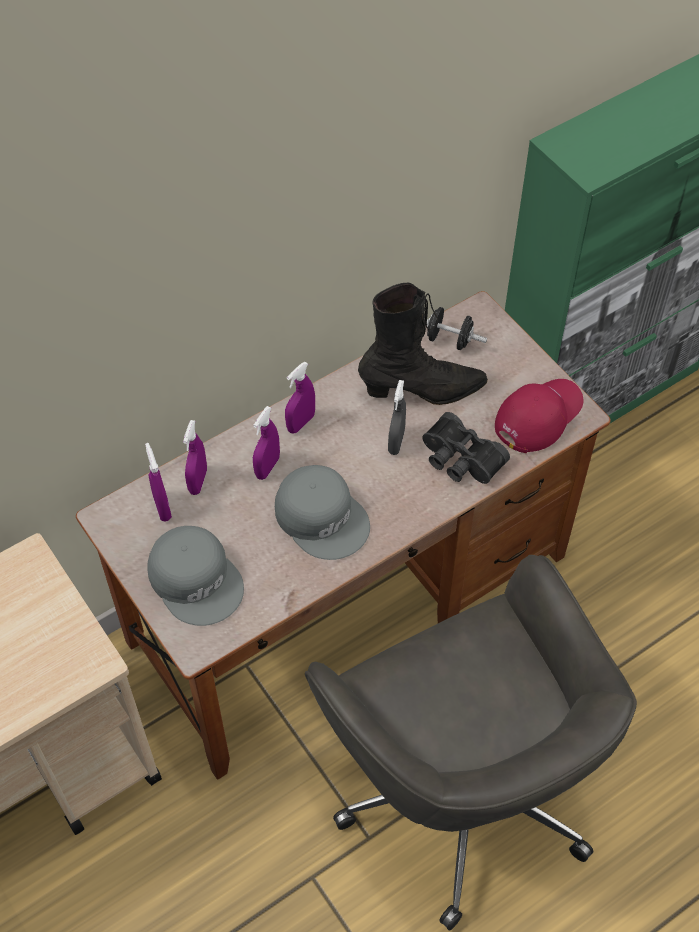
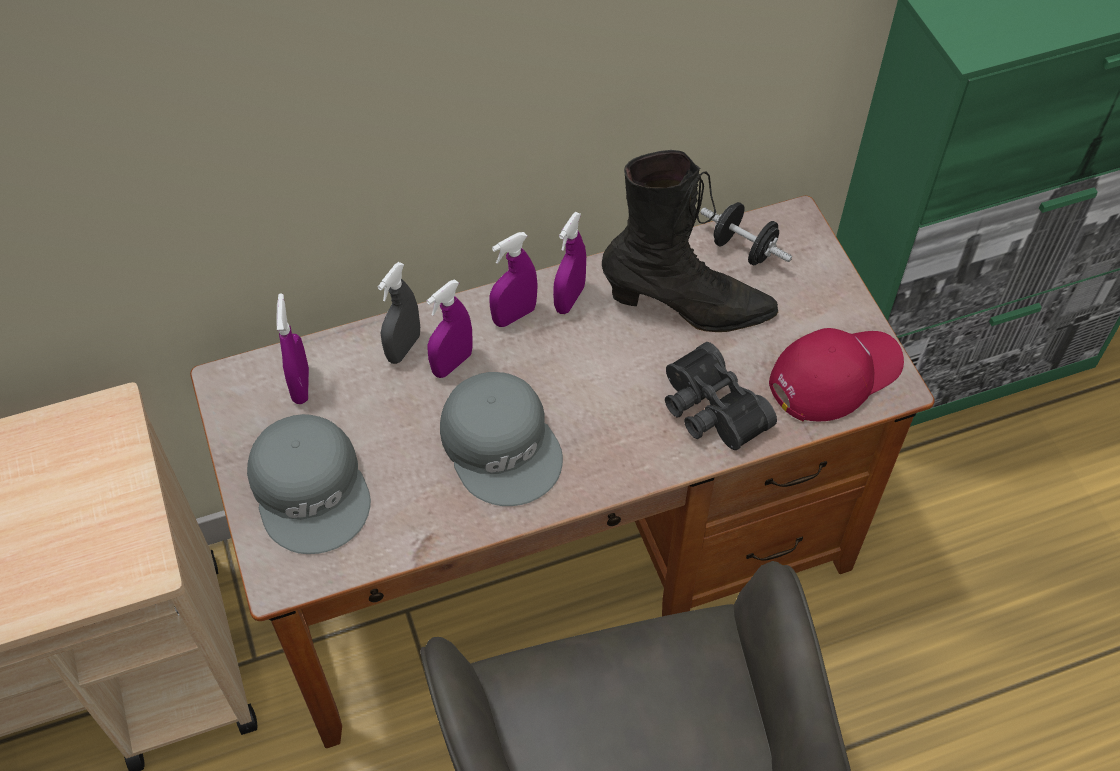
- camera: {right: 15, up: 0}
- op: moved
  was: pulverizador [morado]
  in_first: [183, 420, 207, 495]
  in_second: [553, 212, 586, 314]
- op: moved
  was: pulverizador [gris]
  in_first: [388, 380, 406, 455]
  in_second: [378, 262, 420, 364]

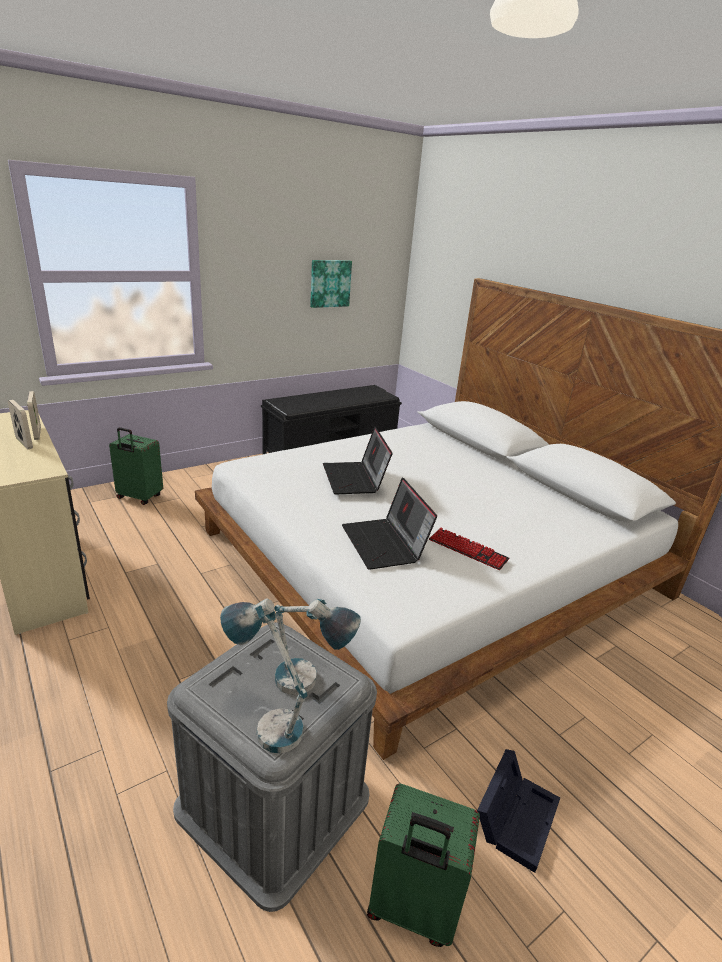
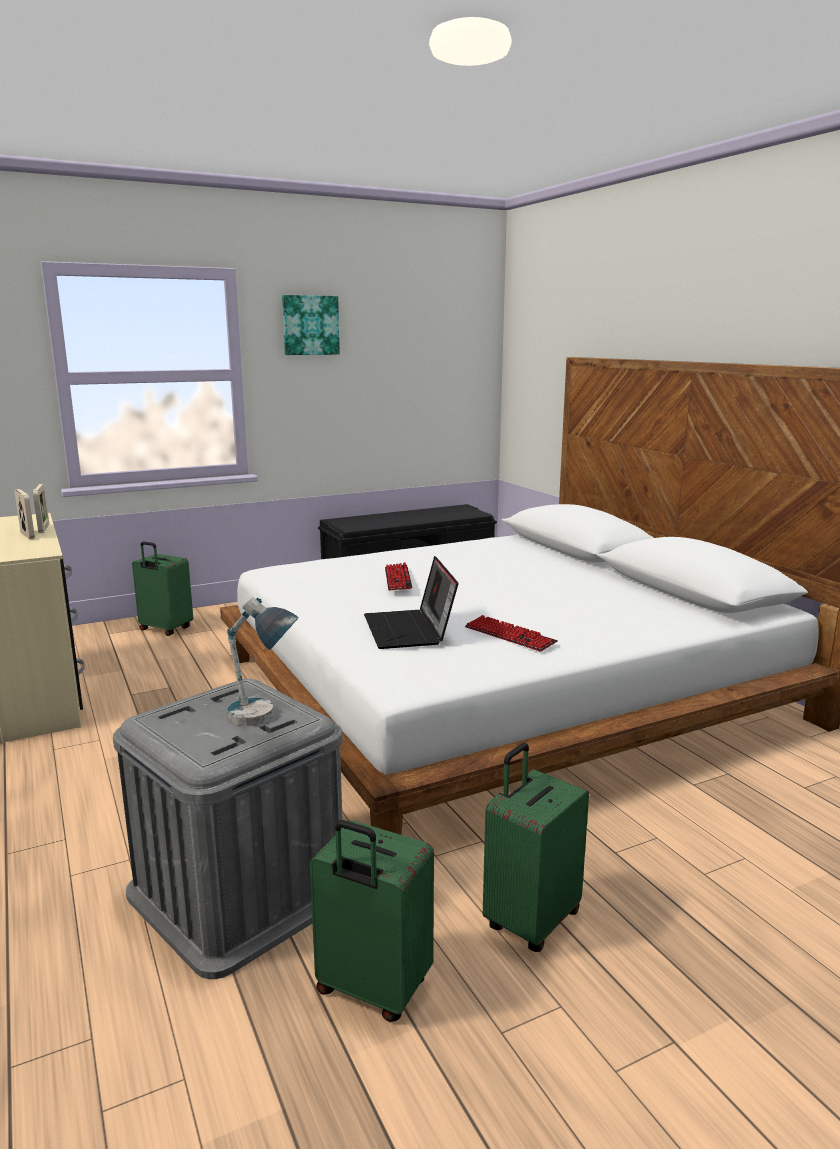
- camera: {right: 10, up: -10}
- op: removed
  was: lámpara de mesa
  in_first: [220, 598, 307, 753]
- op: moved
  was: cuadro
  in_first: [310, 260, 352, 308]
  in_second: [282, 295, 340, 355]
- op: replaced
  was: portátil
  now: teclado
  in_first: [323, 426, 393, 494]
  in_second: [385, 562, 412, 591]
- op: replaced
  was: caja de almacenaje [negro]
  now: maleta [verde]
  in_first: [477, 749, 560, 873]
  in_second: [483, 743, 589, 952]

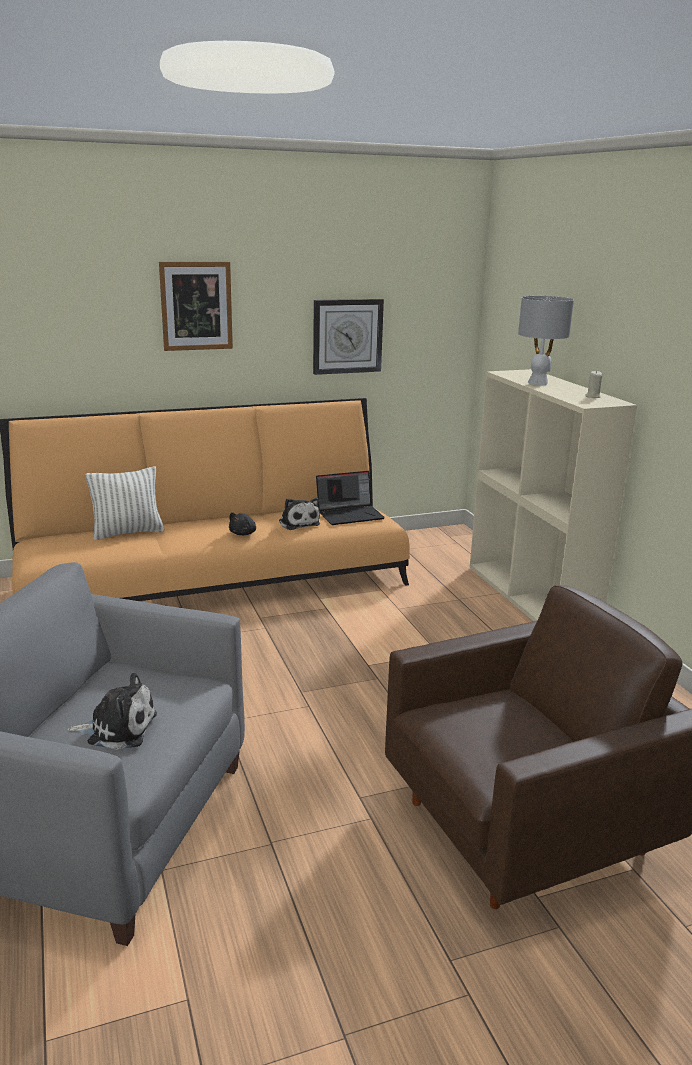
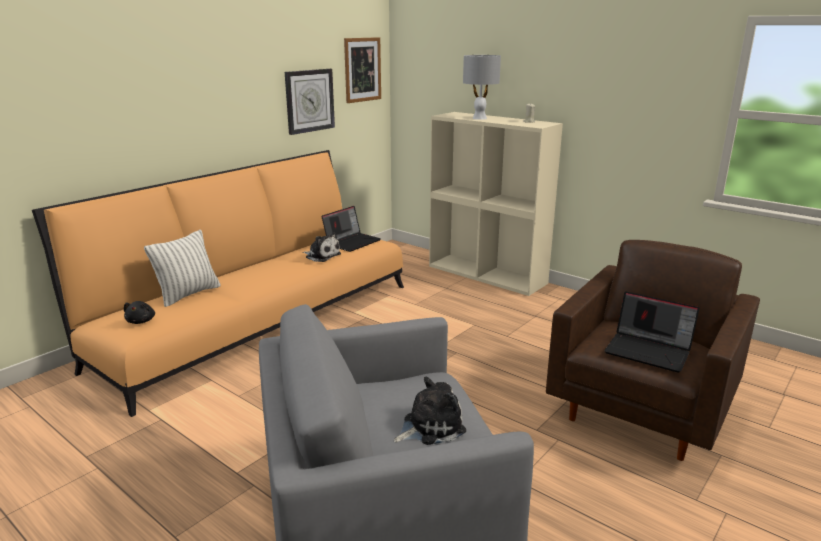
- camera: {right: -30, up: 0}
- op: added
  now: portátil
  in_second: [604, 291, 699, 373]
- op: moved
  was: cuadro
  in_first: [159, 262, 233, 351]
  in_second: [344, 37, 381, 103]
- op: moved
  was: peluche [negro]
  in_first: [229, 512, 256, 535]
  in_second: [124, 301, 155, 324]

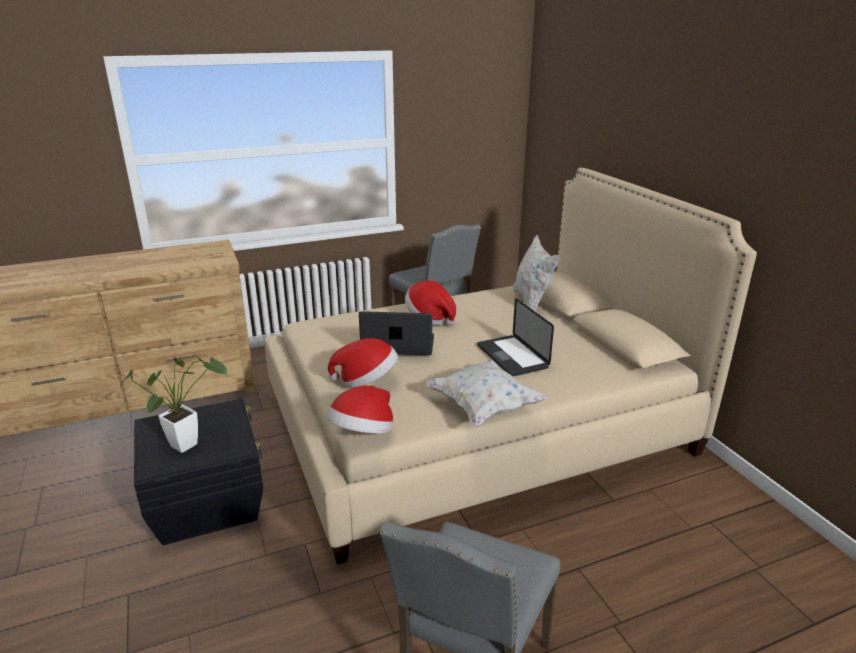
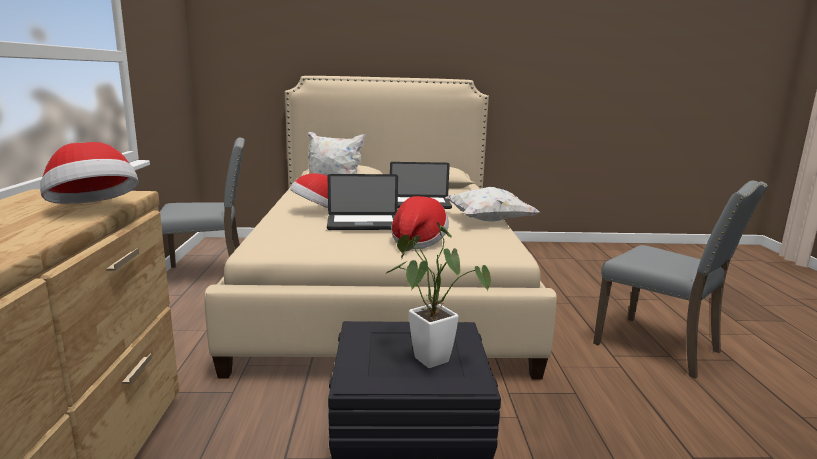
- camera: {right: -70, up: -10}
- op: moved
  was: sombrero
  in_first: [326, 385, 393, 434]
  in_second: [40, 142, 139, 204]
- op: turned
  was: portátil
  in_first: [359, 311, 434, 355]
  in_second: [327, 174, 398, 230]
  clockwise: -120

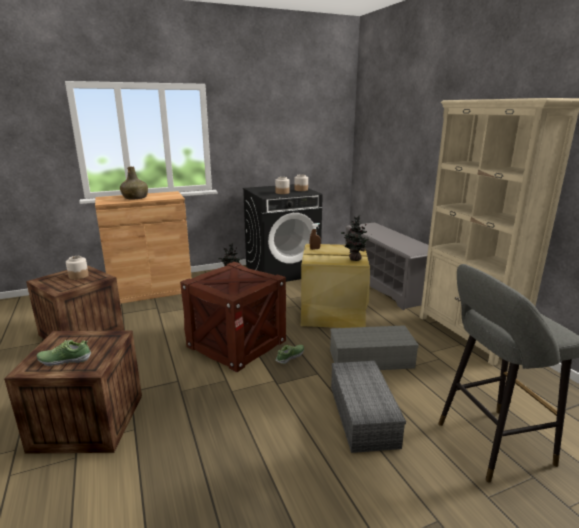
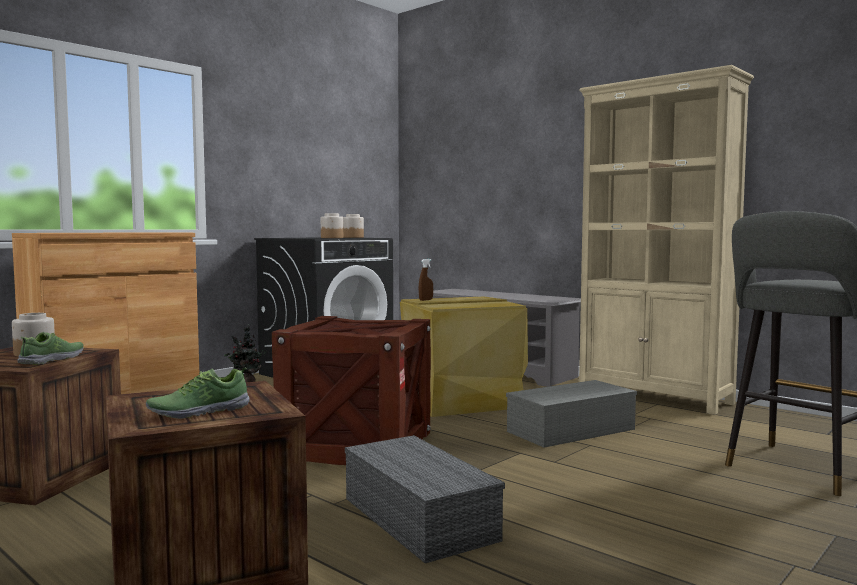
- camera: {right: -25, up: -15}
- op: removed
  was: botella [verde]
  in_first: [120, 167, 148, 199]
- op: removed
  was: planta en maceta
  in_first: [341, 214, 369, 261]
- op: moved
  was: zapato
  in_first: [276, 345, 304, 364]
  in_second: [17, 332, 84, 365]
- op: moved
  was: caja de almacenaje [gris]
  in_first: [331, 361, 406, 453]
  in_second: [345, 435, 505, 563]

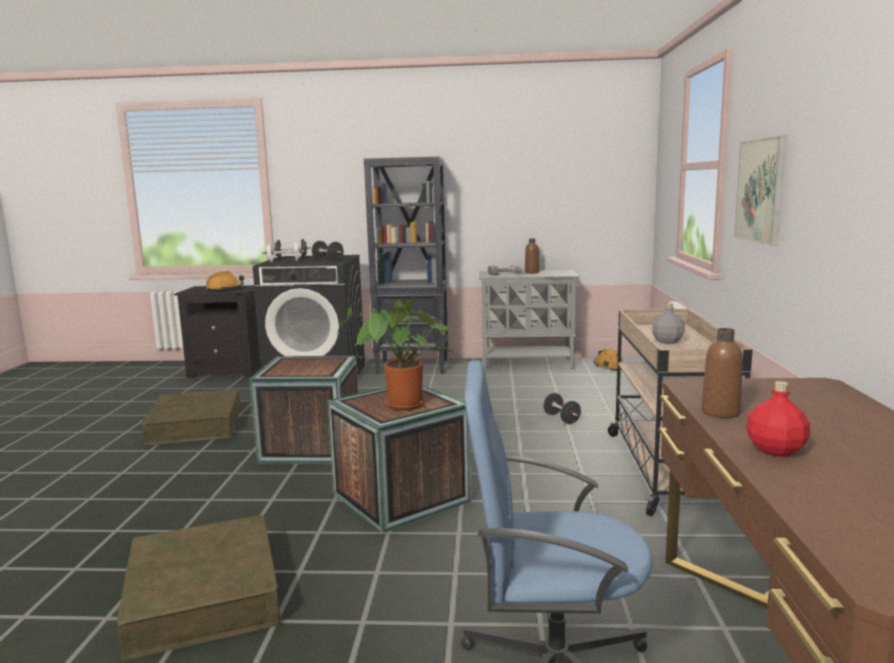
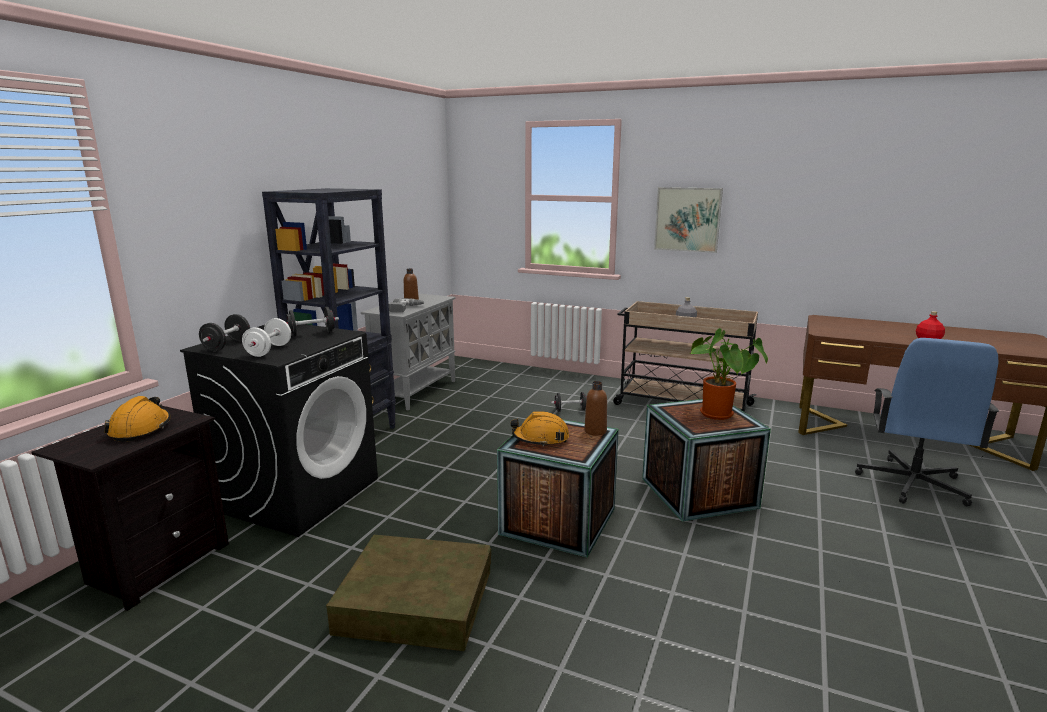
- camera: {right: -70, up: 5}
- op: removed
  was: caja de almacenaje [marrón]
  in_first: [117, 515, 281, 661]
- op: moved
  was: casco [naranja]
  in_first: [594, 348, 624, 371]
  in_second: [510, 411, 569, 447]
- op: moved
  was: botella [marrón]
  in_first: [701, 328, 743, 418]
  in_second: [584, 381, 607, 436]

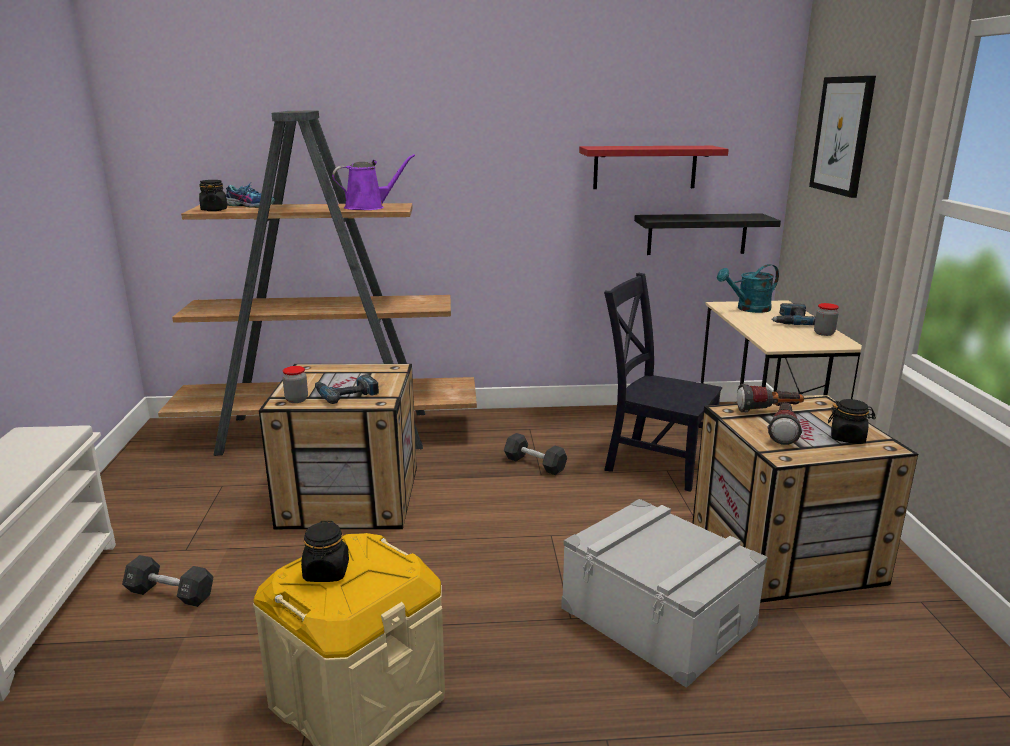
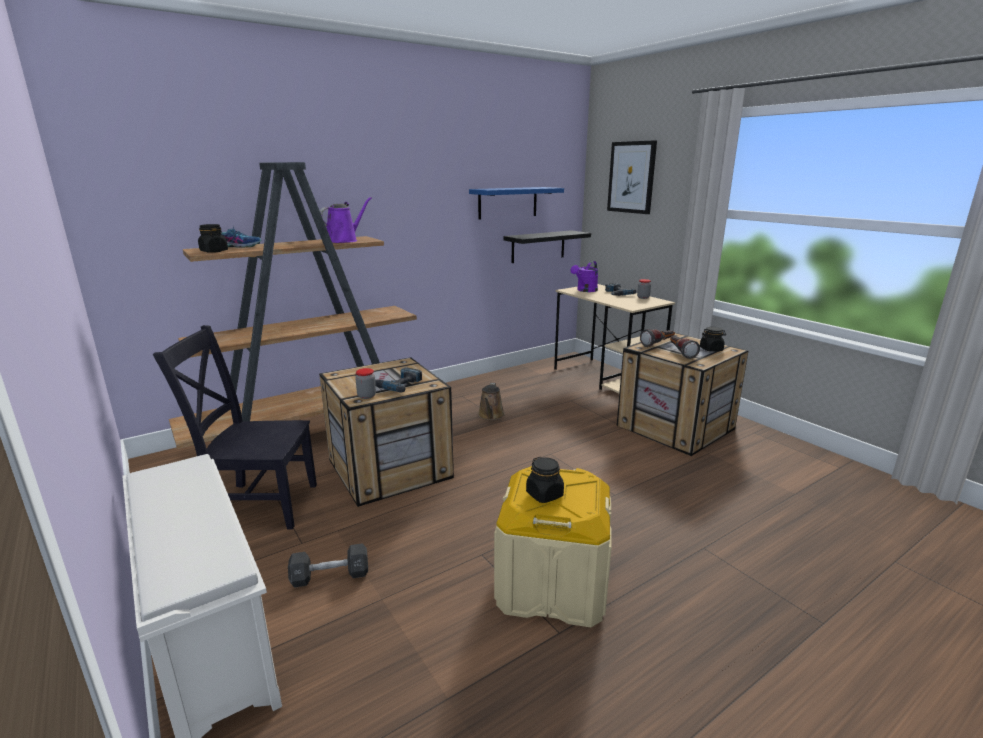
- camera: {right: -30, up: 0}
- op: removed
  was: caja de almacenaje [gris]
  in_first: [561, 499, 768, 688]
- op: moved
  was: silla [negro]
  in_first: [604, 273, 722, 492]
  in_second: [153, 325, 317, 530]
- op: replaced
  was: mancuerna [negro]
  now: regadera [marrón]
  in_first: [504, 433, 567, 475]
  in_second: [478, 383, 505, 420]
- op: recoloured
  was: estante [rojo]
  now: estante [azul]
  in_first: [579, 146, 729, 189]
  in_second: [469, 187, 564, 220]
- op: recoloured
  was: regadera [turquesa]
  now: regadera [morado]
  in_first: [717, 264, 779, 313]
  in_second: [570, 261, 598, 292]

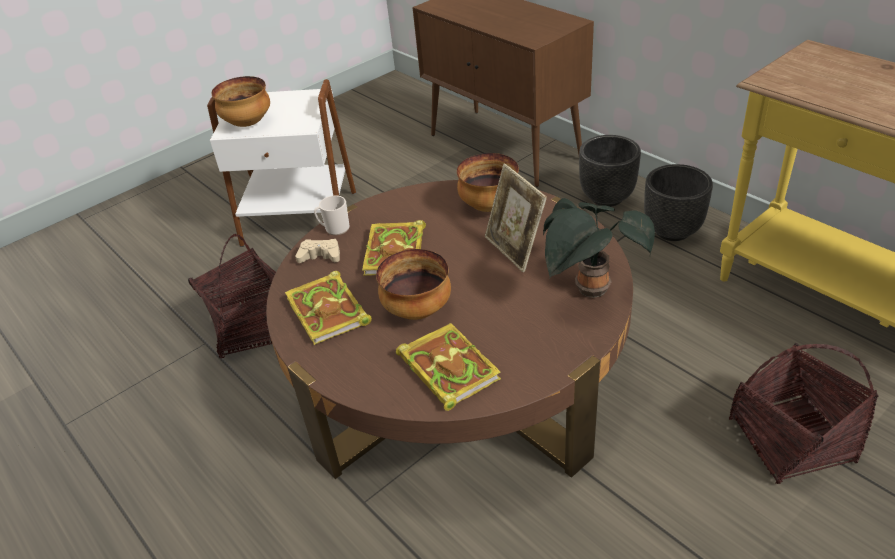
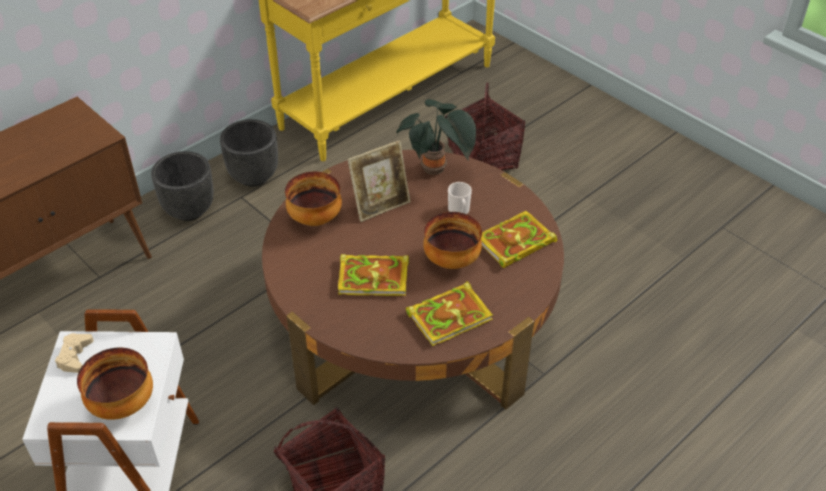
- camera: {right: -95, up: 5}
- op: moved
  was: mando de consola [beis]
  in_first: [295, 239, 340, 263]
  in_second: [55, 333, 94, 373]
- op: moved
  was: taza grande
  in_first: [314, 195, 350, 235]
  in_second: [448, 182, 472, 214]

